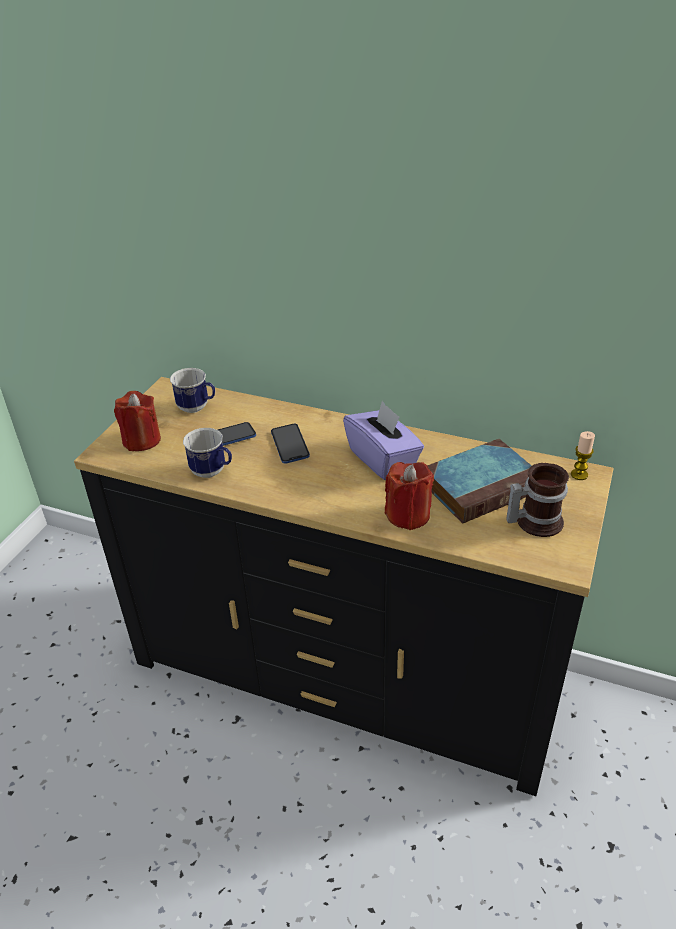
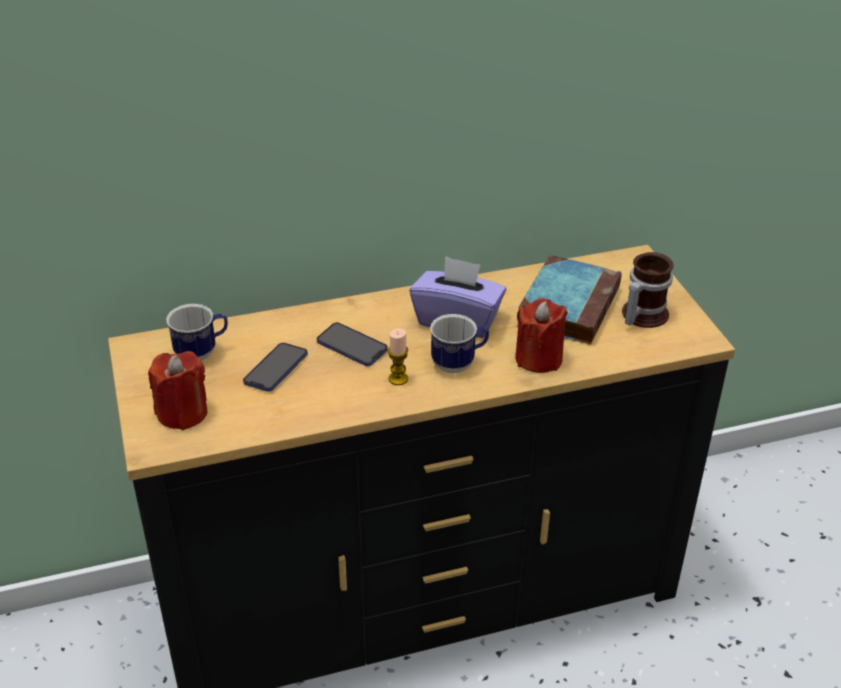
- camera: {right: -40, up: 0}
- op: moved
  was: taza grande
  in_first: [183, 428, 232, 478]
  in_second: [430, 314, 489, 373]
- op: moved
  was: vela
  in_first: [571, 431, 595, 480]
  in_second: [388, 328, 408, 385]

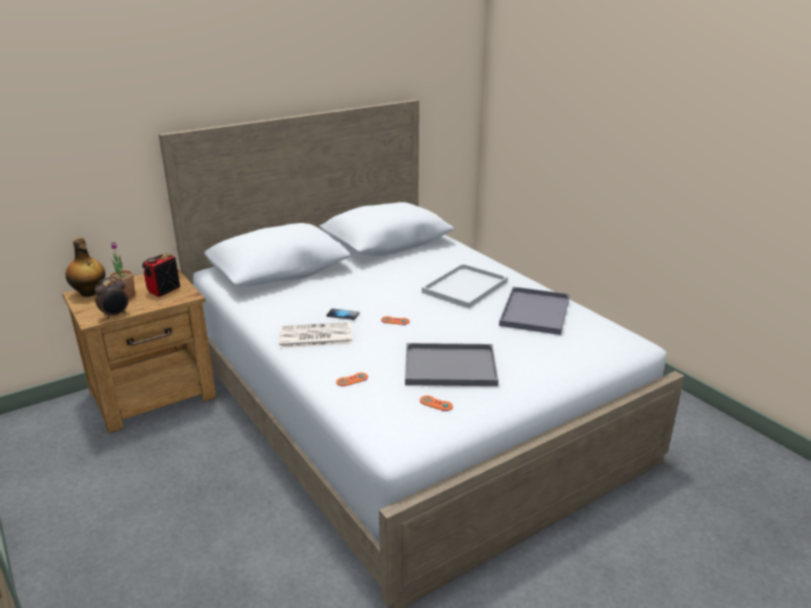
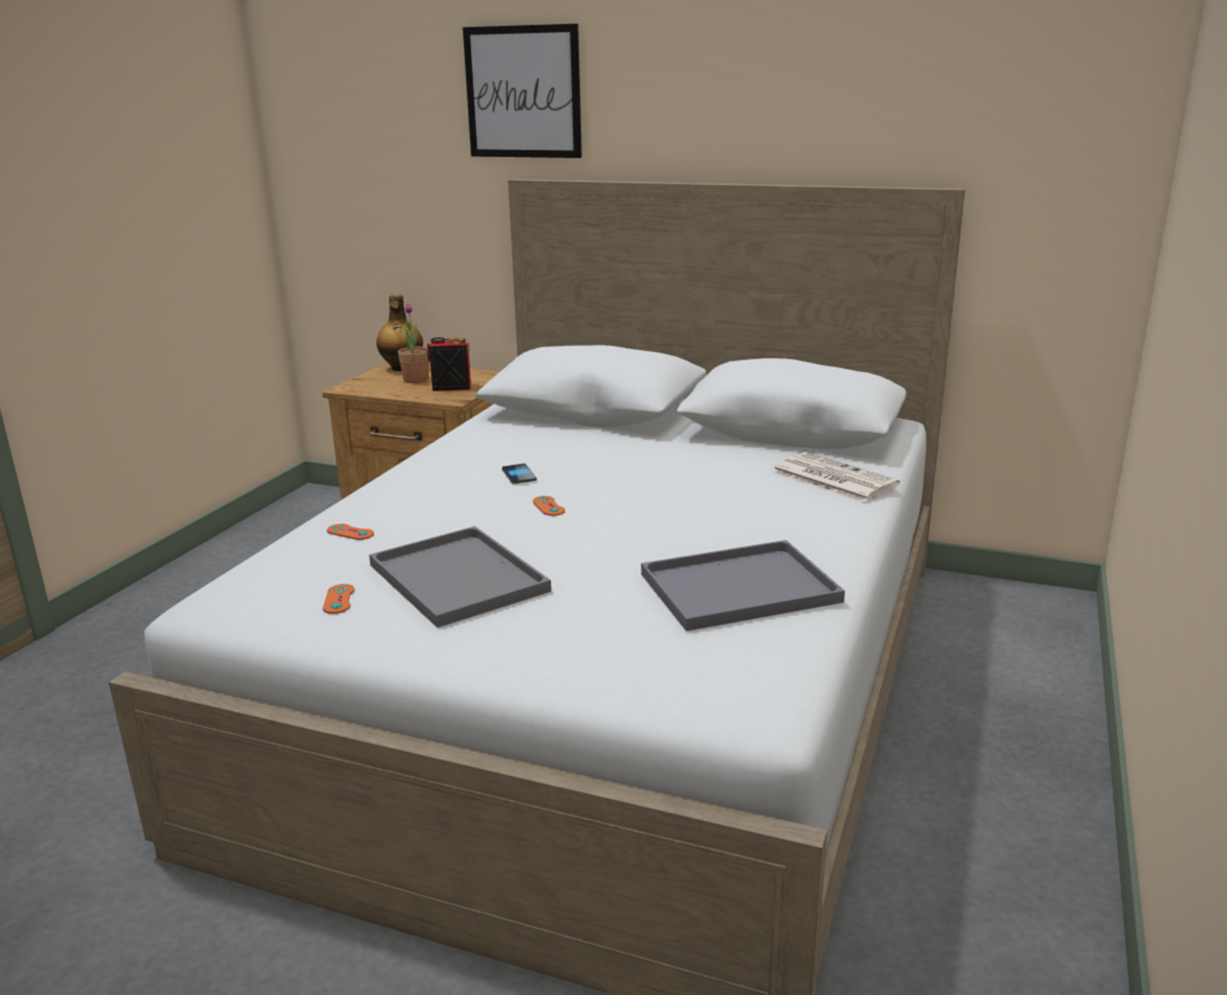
- camera: {right: 55, up: -5}
- op: removed
  was: despertador
  in_first: [95, 277, 129, 319]
- op: removed
  was: bandeja [blanco]
  in_first: [422, 264, 508, 308]
- op: added
  now: cuadro
  in_second: [463, 24, 582, 158]
- op: moved
  was: periódico
  in_first: [279, 322, 352, 348]
  in_second: [772, 452, 900, 503]

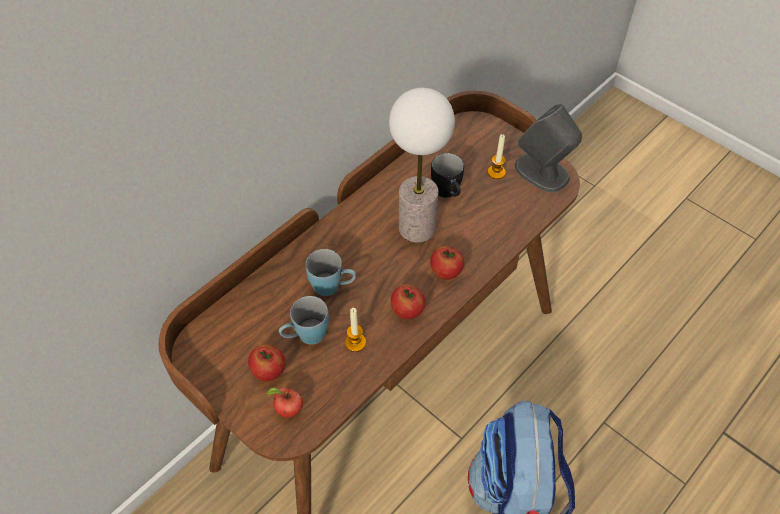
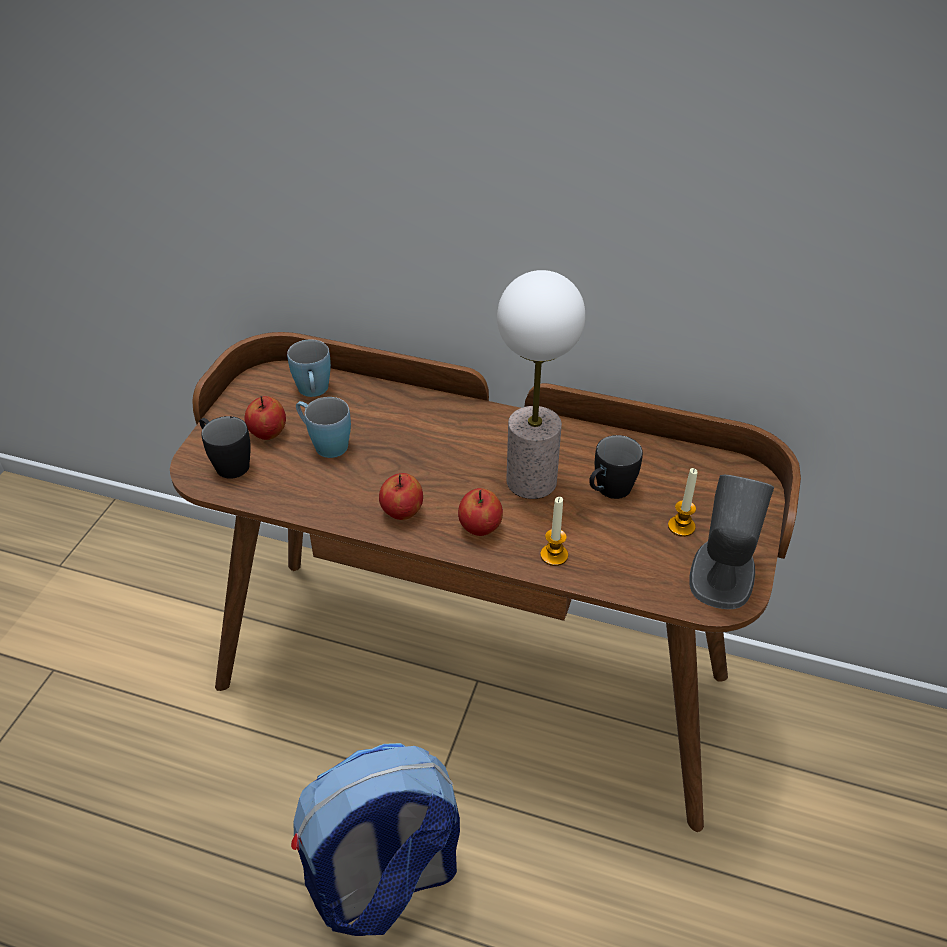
- camera: {right: 65, up: -10}
- op: moved
  was: taza grande [azul]
  in_first: [306, 249, 356, 296]
  in_second: [287, 339, 331, 397]
- op: moved
  was: vela
  in_first: [345, 308, 366, 352]
  in_second: [540, 497, 568, 566]
- op: replaced
  was: manzana
  now: taza grande [negro]
  in_first: [266, 387, 303, 418]
  in_second: [199, 416, 251, 479]

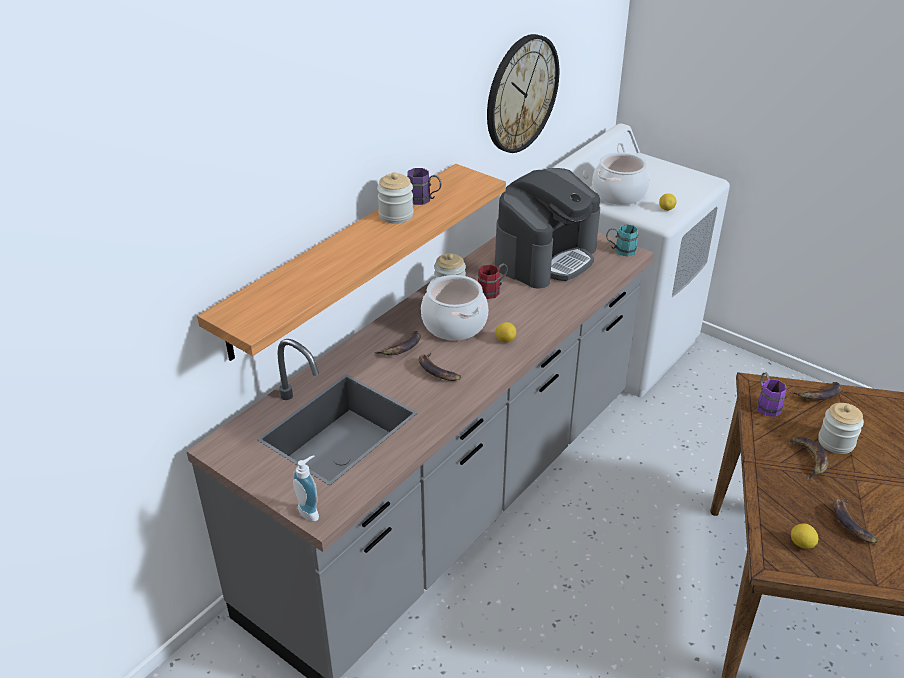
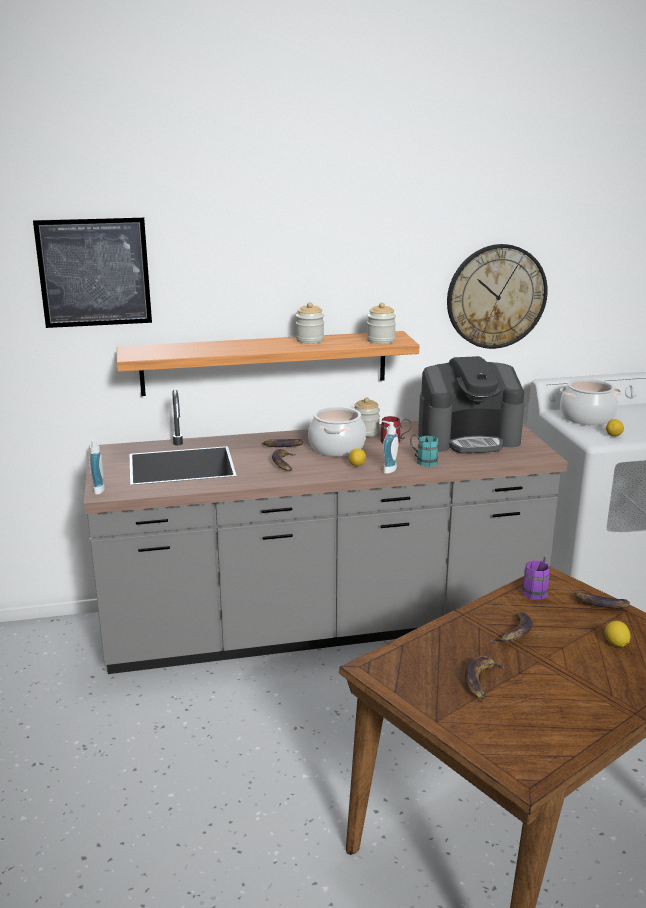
- camera: {right: 40, up: -15}
- op: removed
  was: taza grande [morado]
  in_first: [407, 168, 441, 205]
- op: added
  now: cuadro
  in_second: [33, 217, 152, 328]
- op: added
  now: dispensador de jabón
  in_second: [382, 421, 398, 474]
- op: moved
  was: taza grande [turquesa]
  in_first: [606, 224, 638, 256]
  in_second: [410, 435, 438, 467]
- op: moved
  was: limón
  in_first: [791, 523, 818, 549]
  in_second: [604, 621, 630, 647]
- op: moved
  was: tarro
  in_first: [818, 403, 864, 454]
  in_second: [367, 303, 396, 344]

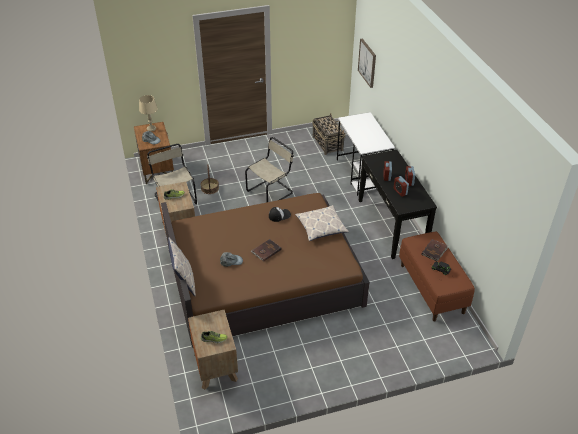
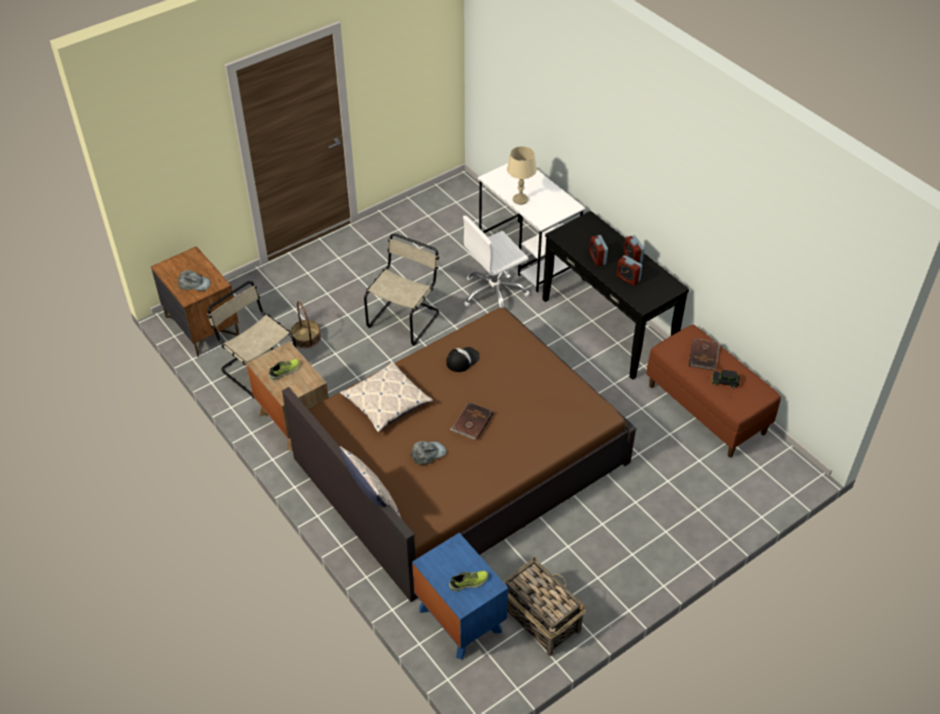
- camera: {right: -20, up: 5}
- op: removed
  was: cuadro
  in_first: [358, 39, 376, 88]
- op: added
  now: silla de oficina [blanco]
  in_second: [463, 216, 529, 308]
- op: moved
  was: lámpara de mesa [beis]
  in_first: [139, 95, 158, 132]
  in_second: [507, 146, 537, 205]
- op: moved
  was: cojín
  in_first: [295, 205, 349, 241]
  in_second: [340, 362, 433, 433]
- op: moved
  was: cesta
  in_first: [312, 113, 346, 155]
  in_second: [503, 556, 586, 656]
- op: recoloured
  was: mesita de noche [marrón]
  now: mesita de noche [azul]
  in_first: [188, 310, 238, 390]
  in_second: [412, 533, 508, 660]

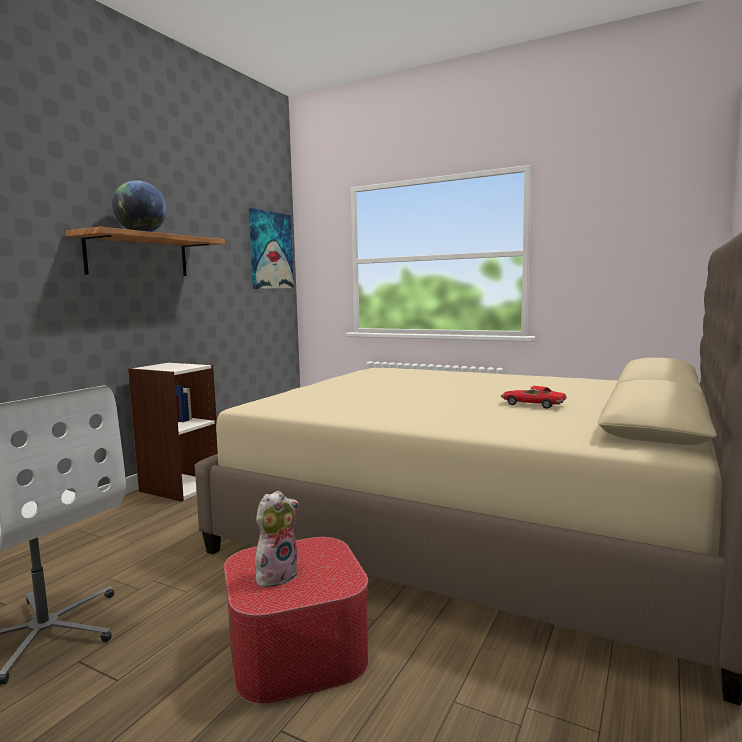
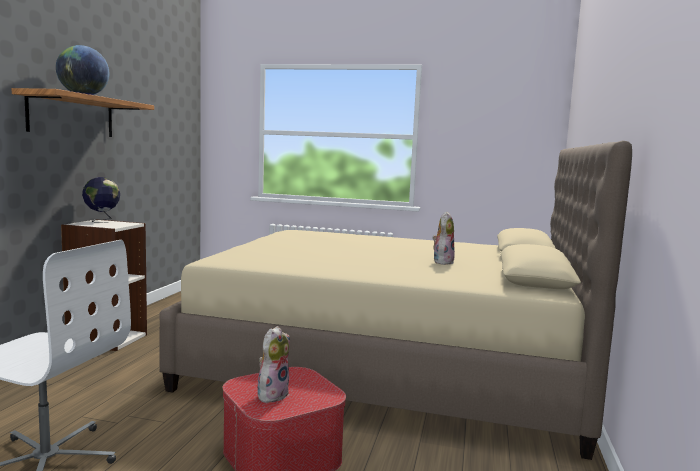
- camera: {right: -15, up: 0}
- op: removed
  was: cuadro
  in_first: [249, 208, 294, 289]
- op: added
  now: globo terráqueo
  in_second: [82, 177, 120, 223]
- op: replaced
  was: coche de juguete
  now: peluche
  in_first: [501, 386, 567, 409]
  in_second: [432, 211, 455, 265]

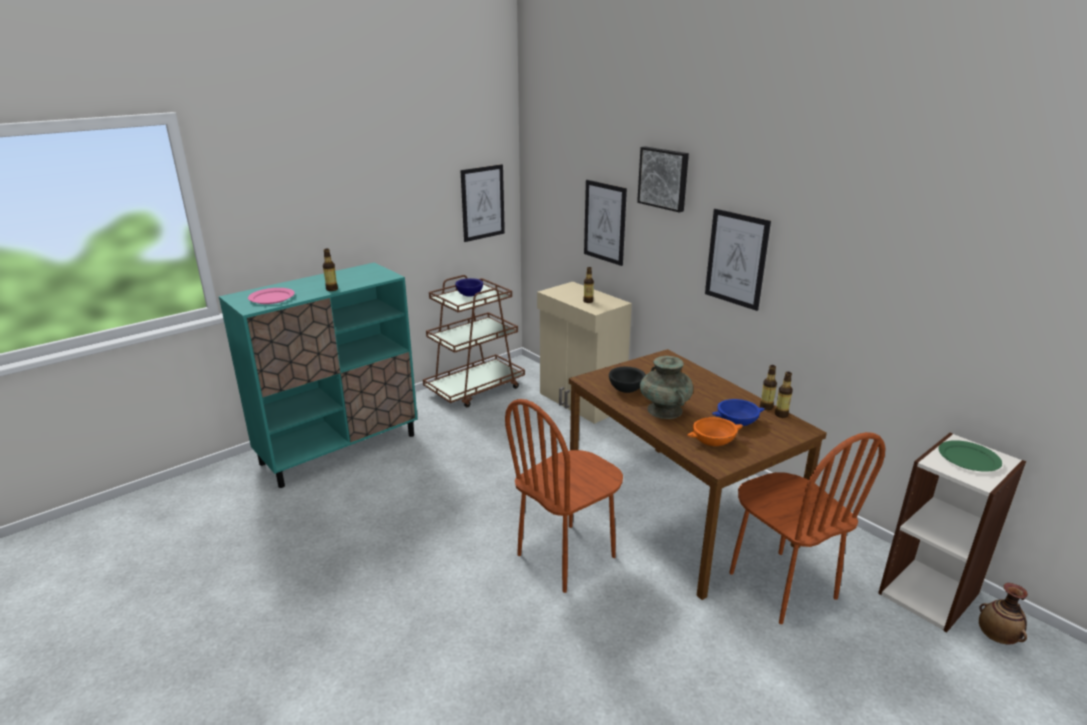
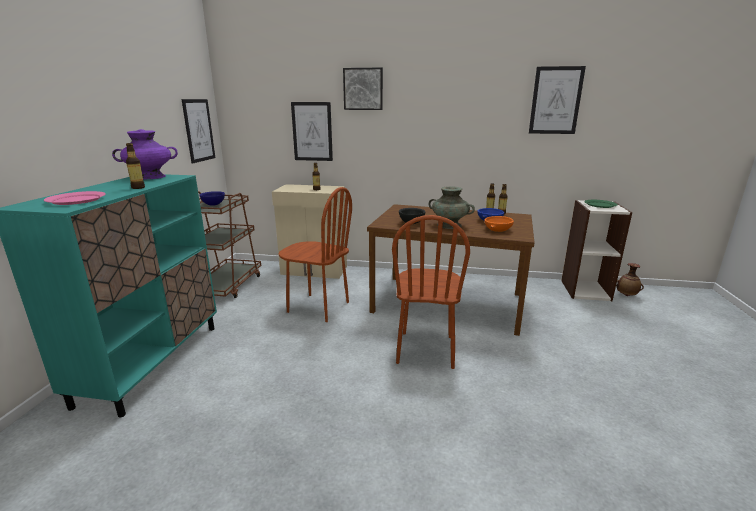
- camera: {right: -40, up: -5}
- op: added
  now: florero [morado]
  in_second: [112, 129, 178, 180]
- op: moved
  was: cuadro
  in_first: [705, 209, 771, 311]
  in_second: [529, 66, 586, 134]
- op: moved
  was: silla [marrón]
  in_first: [729, 432, 885, 624]
  in_second: [279, 187, 352, 322]

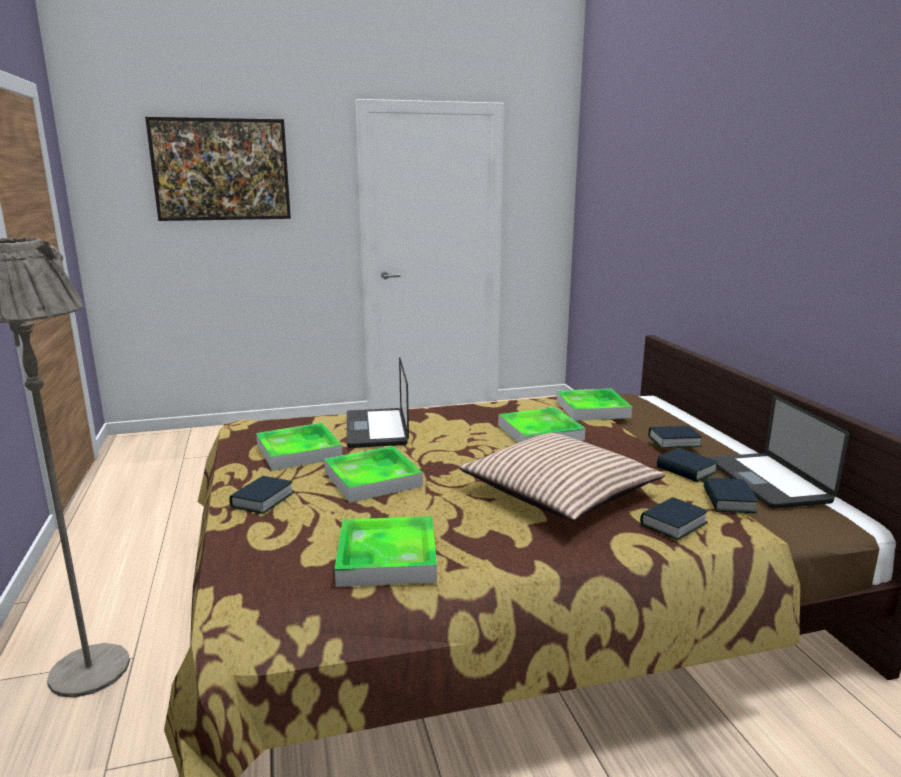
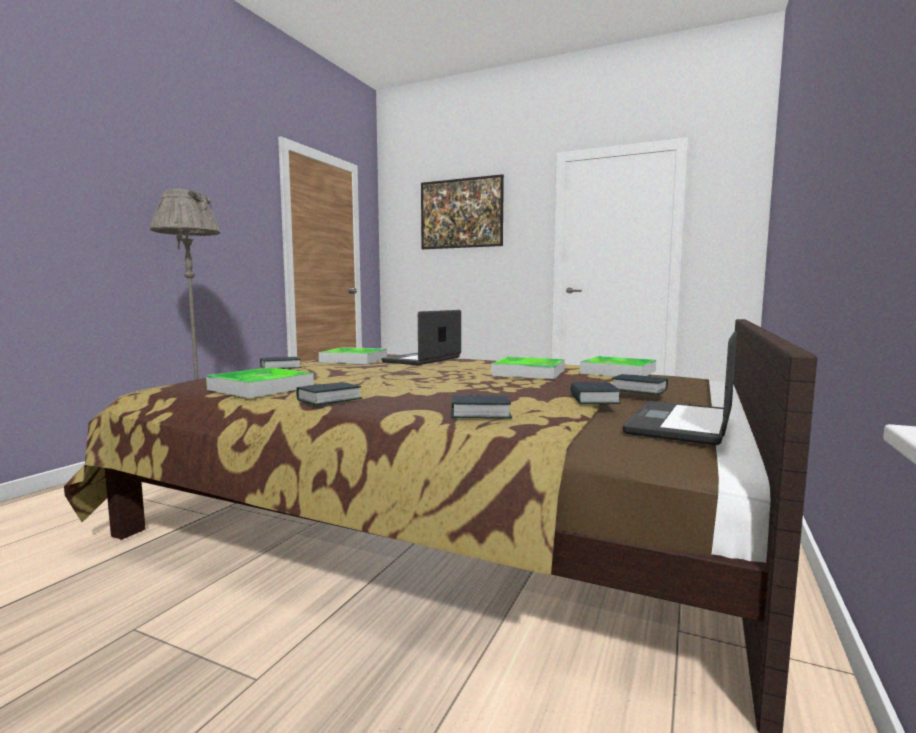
- camera: {right: 40, up: -10}
- op: removed
  was: bandeja
  in_first: [324, 446, 423, 503]
- op: removed
  was: cojín
  in_first: [459, 433, 665, 521]
- op: moved
  was: libro
  in_first: [704, 478, 758, 513]
  in_second: [296, 382, 362, 405]

